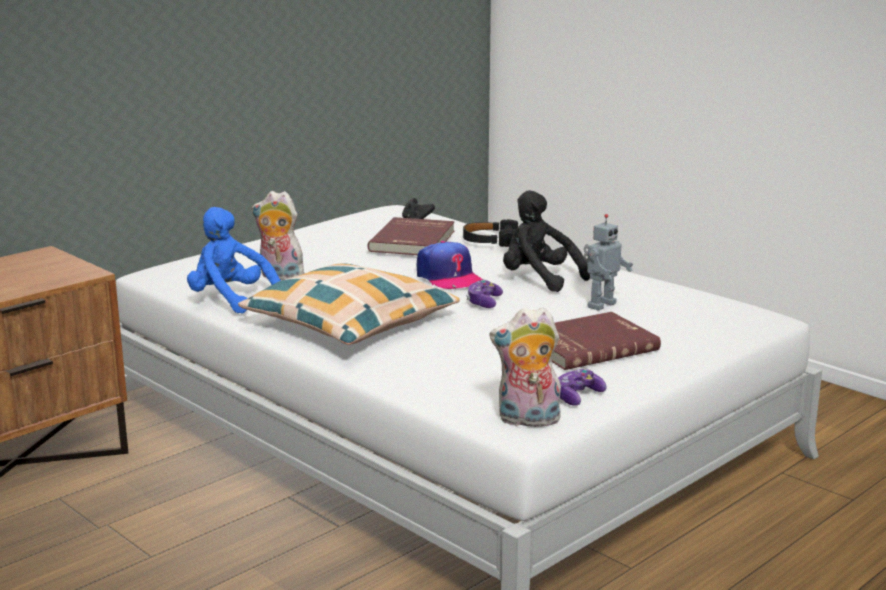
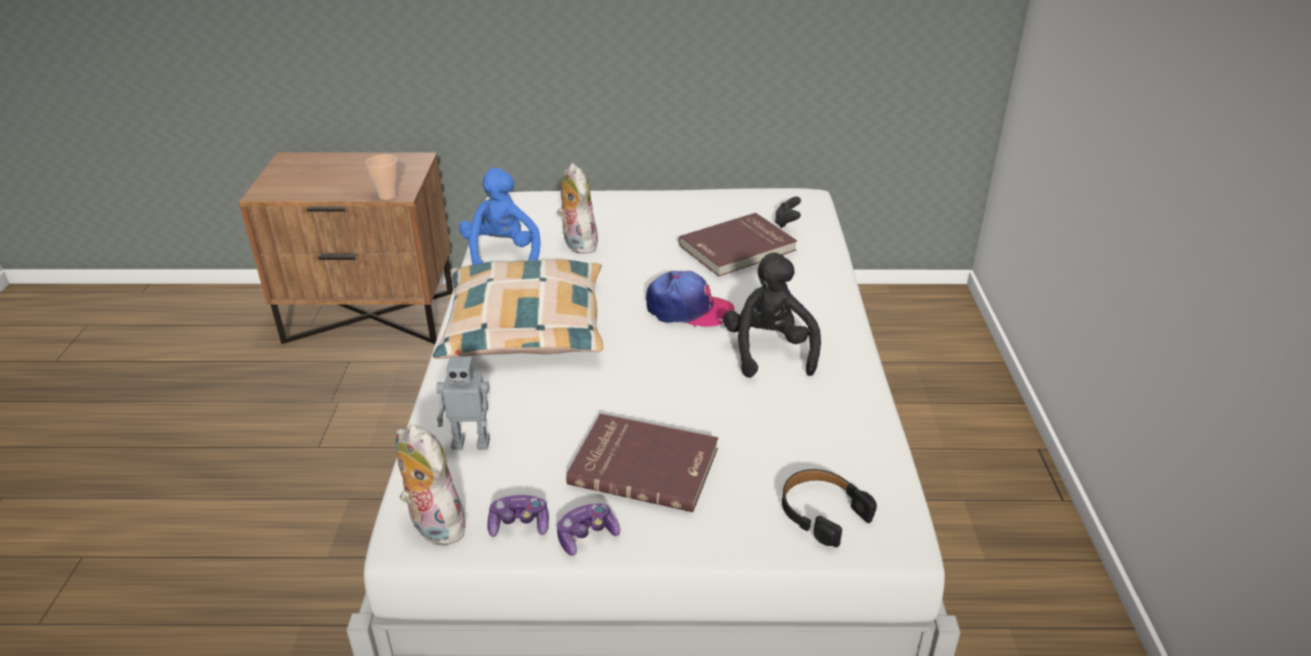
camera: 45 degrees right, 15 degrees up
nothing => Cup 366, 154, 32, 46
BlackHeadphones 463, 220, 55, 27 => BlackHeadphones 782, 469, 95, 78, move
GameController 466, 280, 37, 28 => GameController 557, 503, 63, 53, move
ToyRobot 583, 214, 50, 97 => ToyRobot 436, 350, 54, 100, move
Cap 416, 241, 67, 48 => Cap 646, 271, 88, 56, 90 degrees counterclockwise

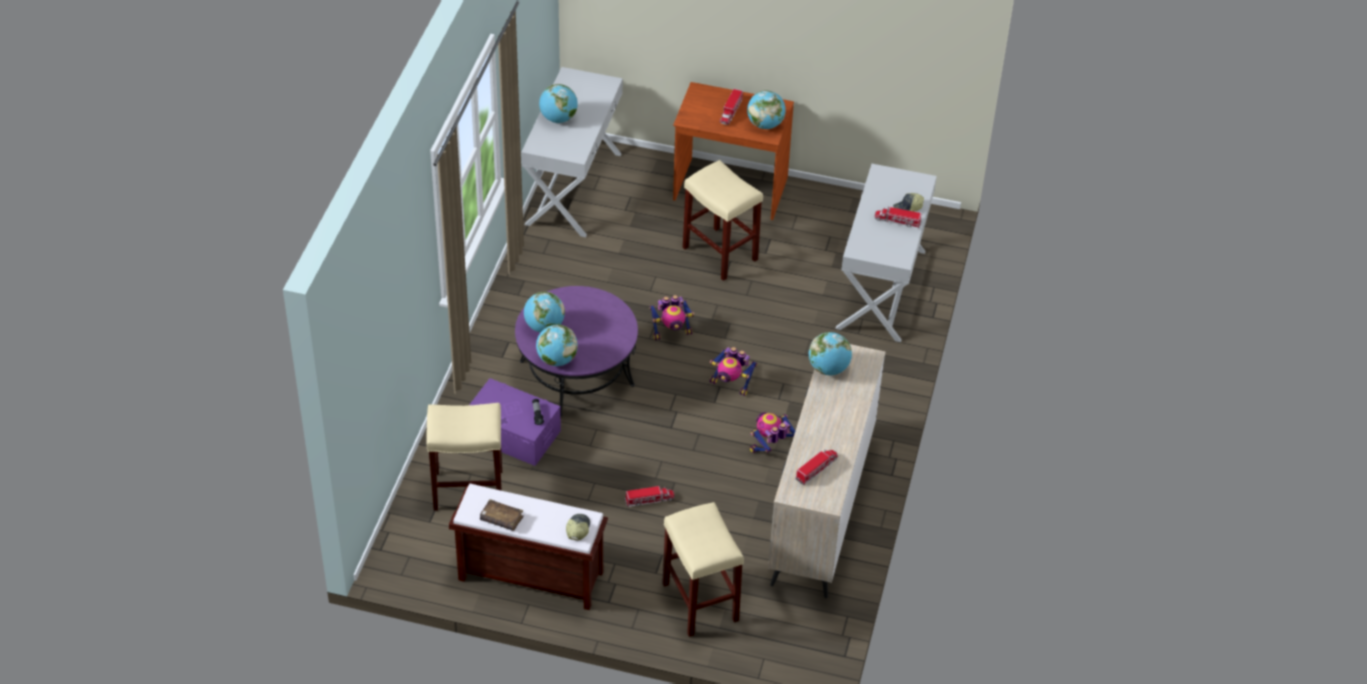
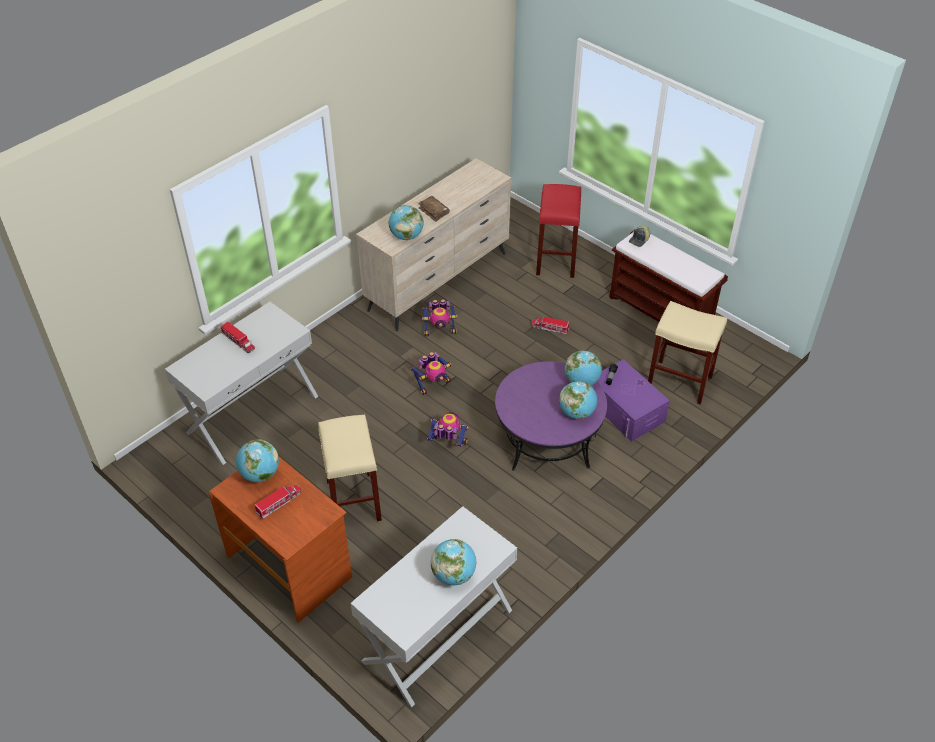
camera: 150 degrees left, 0 degrees up
ToyTruck 796, 450, 42, 35 => nothing
Cap 893, 193, 31, 19 => nothing
BrownBook 480, 499, 44, 32 => BrownBook 418, 196, 32, 26, move
BeigeStool 662, 502, 82, 135 => RedStool 536, 184, 45, 94
ToyRobot 710, 347, 47, 49 => ToyRobot 410, 352, 41, 43, 90 degrees clockwise

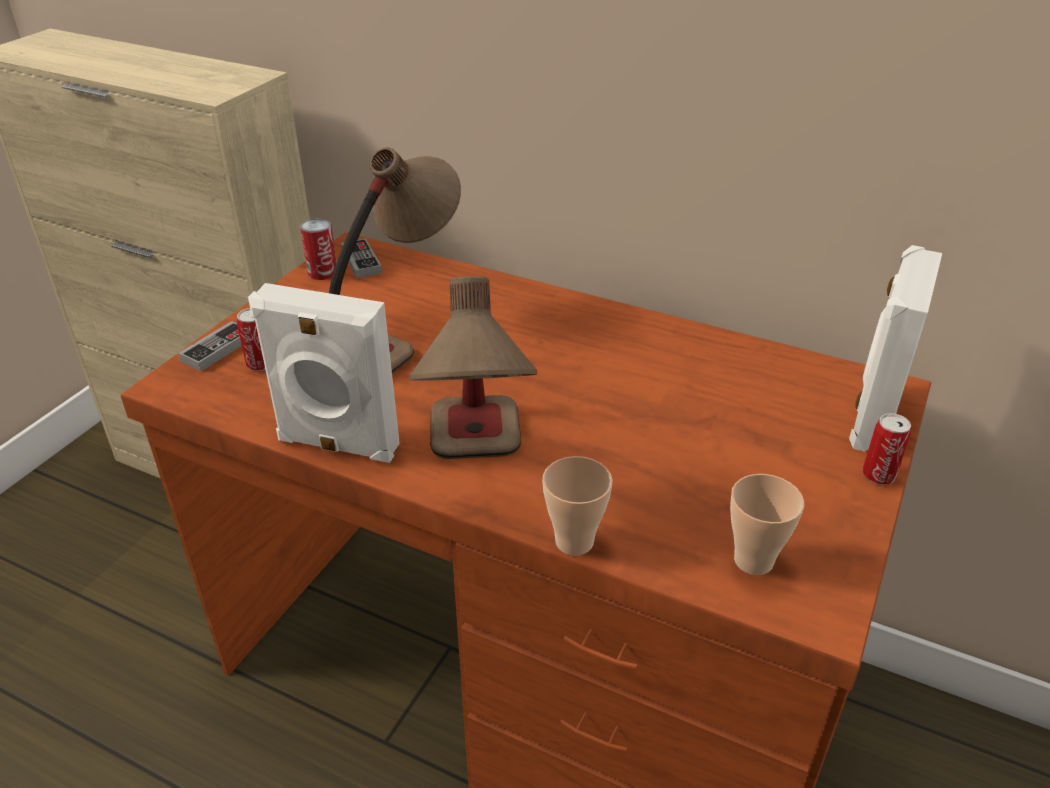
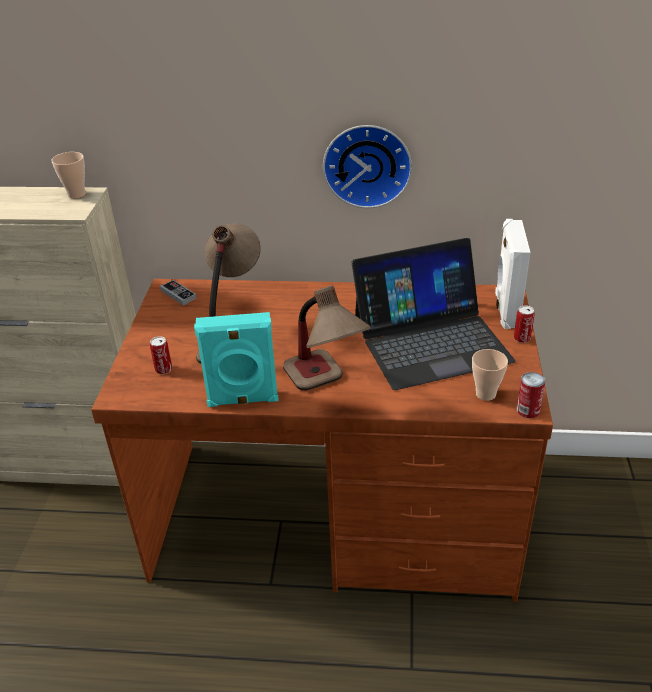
camera: 20 degrees left, 0 degrees up
GameController 178, 321, 64, 50 => nothing
nothing => WallClock 323, 125, 89, 83
nothing => Laptop 351, 238, 164, 152
Can 300, 218, 37, 62 => Can 516, 372, 29, 46, move
Cup 542, 456, 70, 100 => Cup 52, 152, 34, 47, move
WhiteSpeaker 248, 283, 152, 180 => TurquoiseSpeaker 194, 312, 85, 95

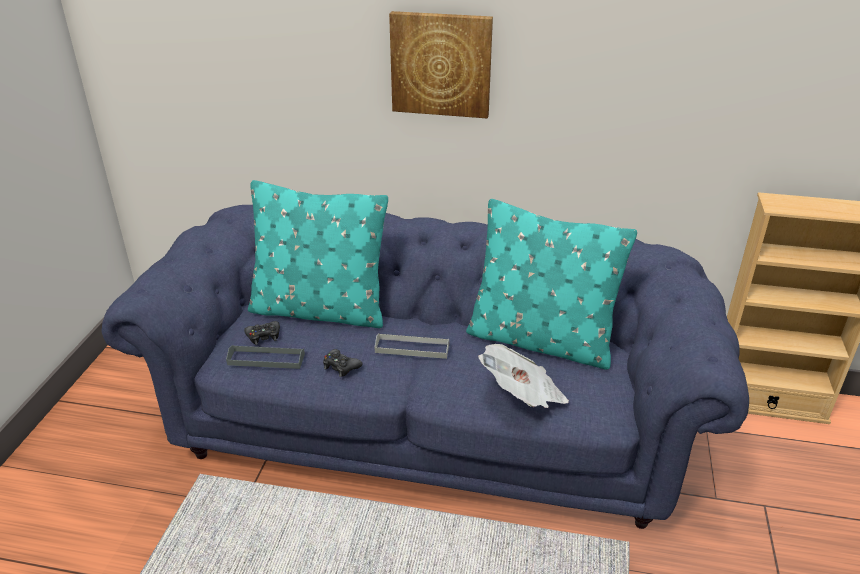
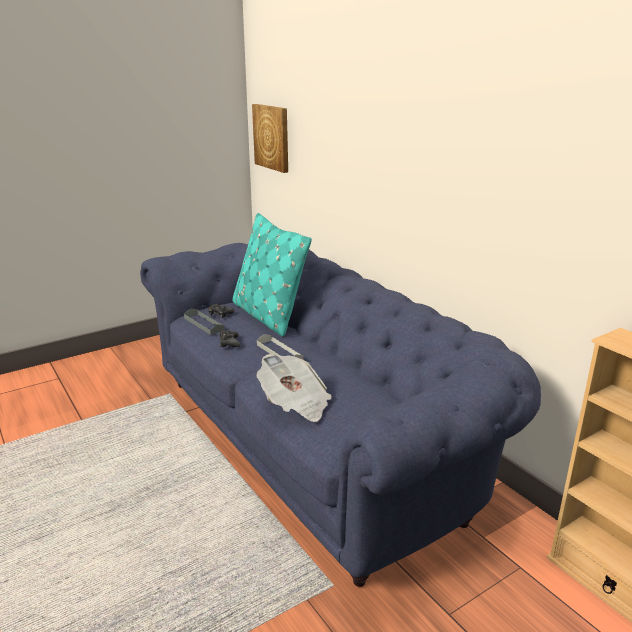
camera: 45 degrees right, 10 degrees down
TurquoisePillow 466, 199, 171, 171 => nothing
Picture 389, 11, 104, 107 => Picture 252, 104, 36, 69, move

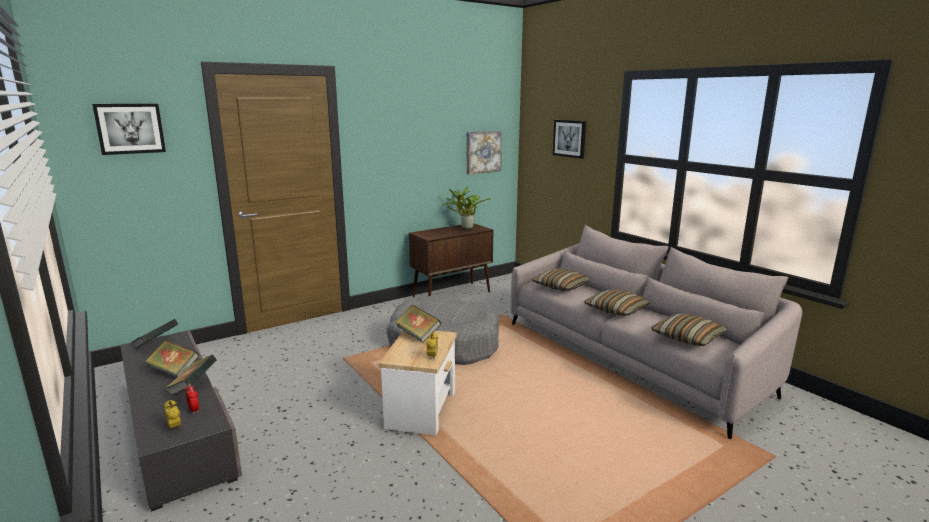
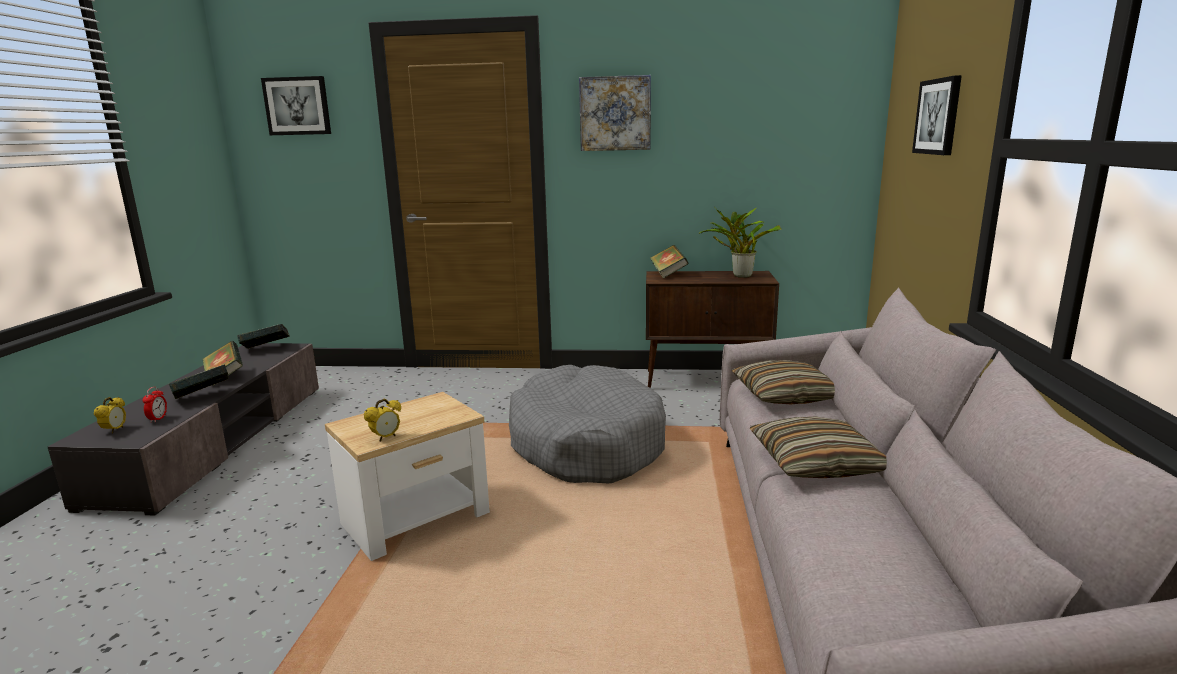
camera: 40 degrees right, 0 degrees up
Pillow 651, 313, 76, 33 => nothing
Book 395, 305, 46, 38 => Book 650, 245, 39, 34, move
Picture 466, 130, 36, 44 => Picture 579, 75, 72, 76, move

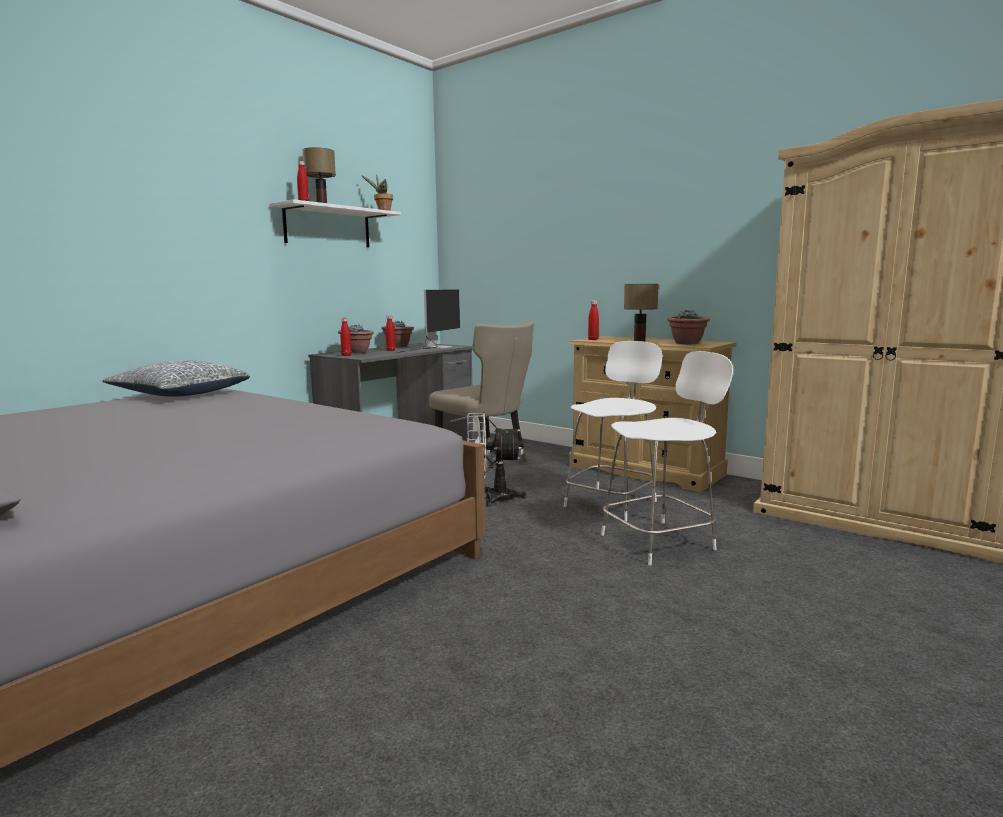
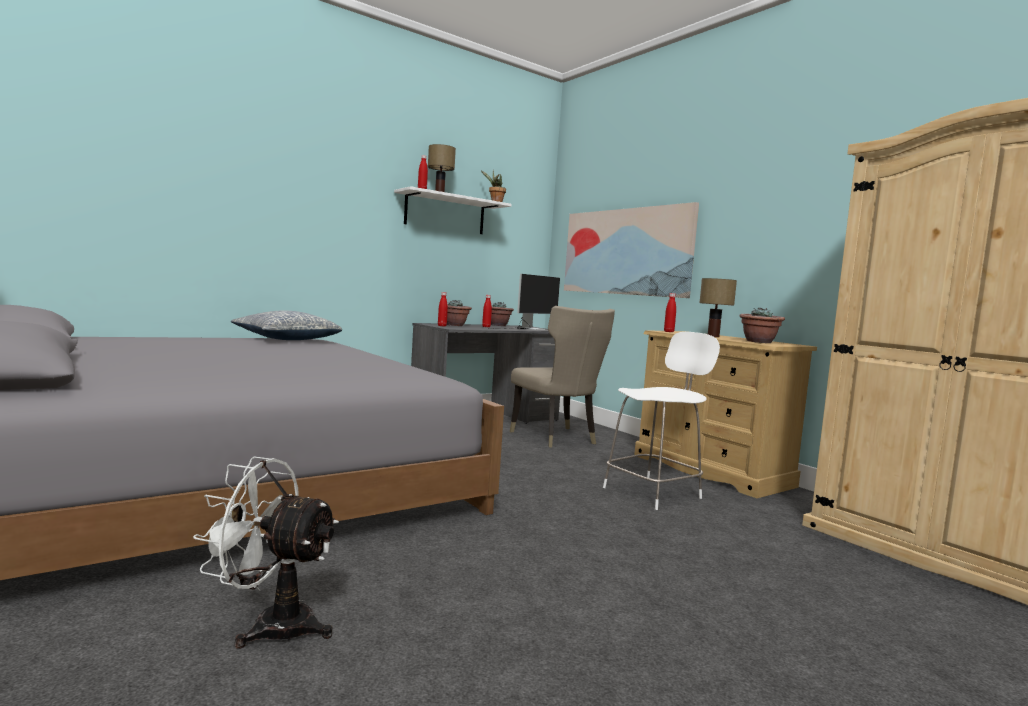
camera: 15 degrees right, 5 degrees down
WhiteChair 601, 351, 132, 215 => nothing
nothing => Picture 564, 202, 135, 96
WhiteFan 467, 412, 59, 95 => WhiteFan 193, 457, 146, 192, move

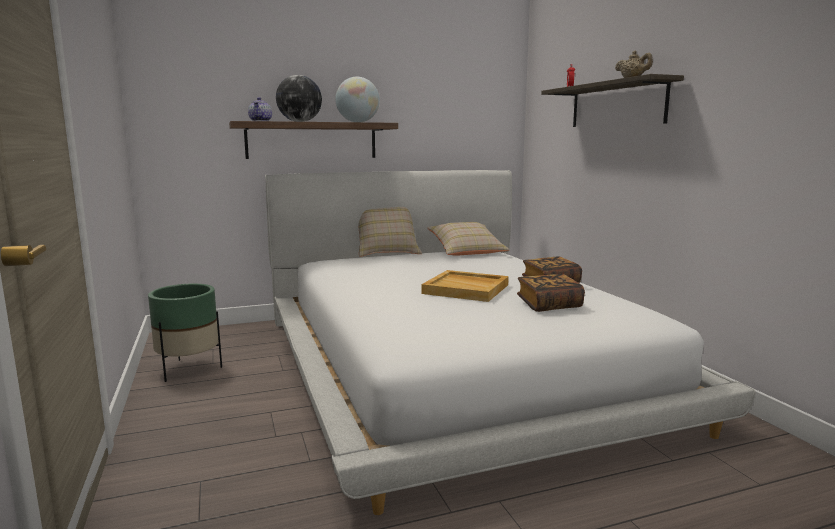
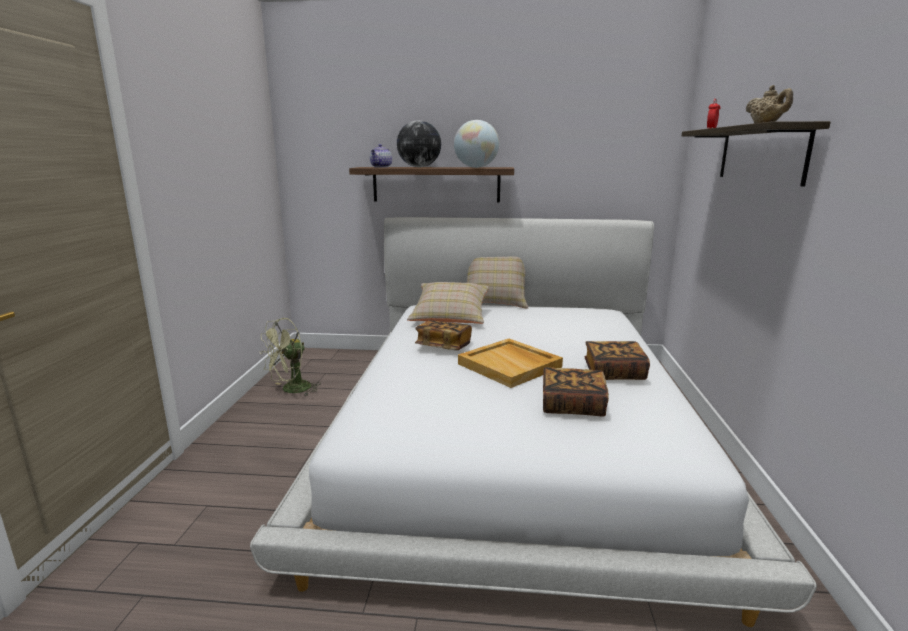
camera: 25 degrees right, 5 degrees up
nothing => Book 415, 320, 57, 30
BeigePillow 427, 222, 82, 33 => BeigePillow 407, 282, 82, 42, move
GreenPlanter 148, 284, 74, 98 => GreenFan 260, 318, 61, 78

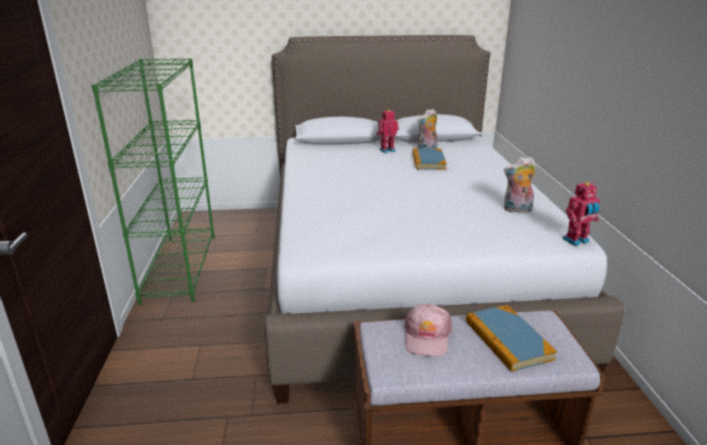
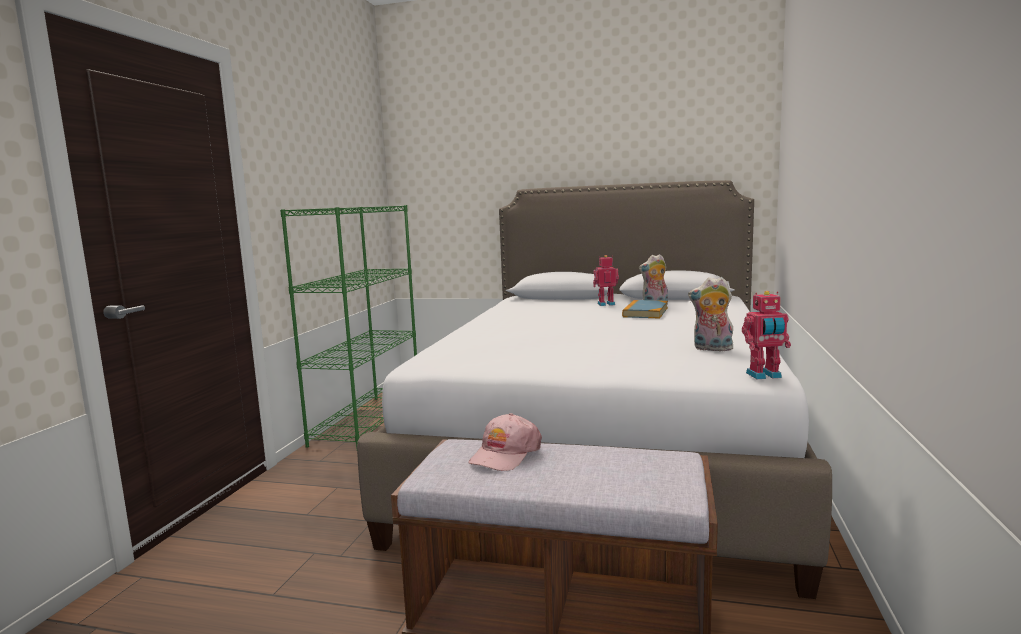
camera: 20 degrees right, 15 degrees down
Book 466, 305, 91, 67 => nothing

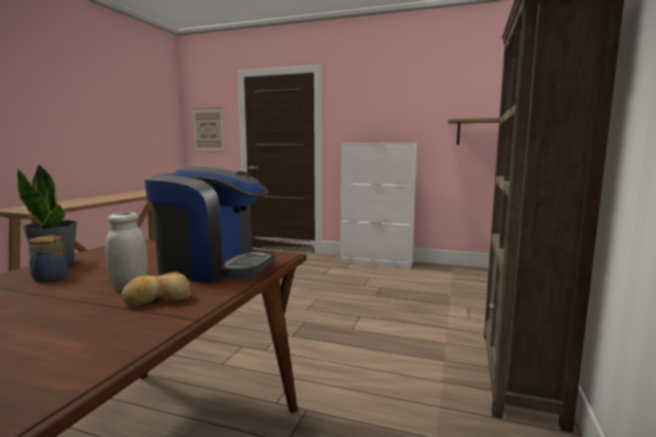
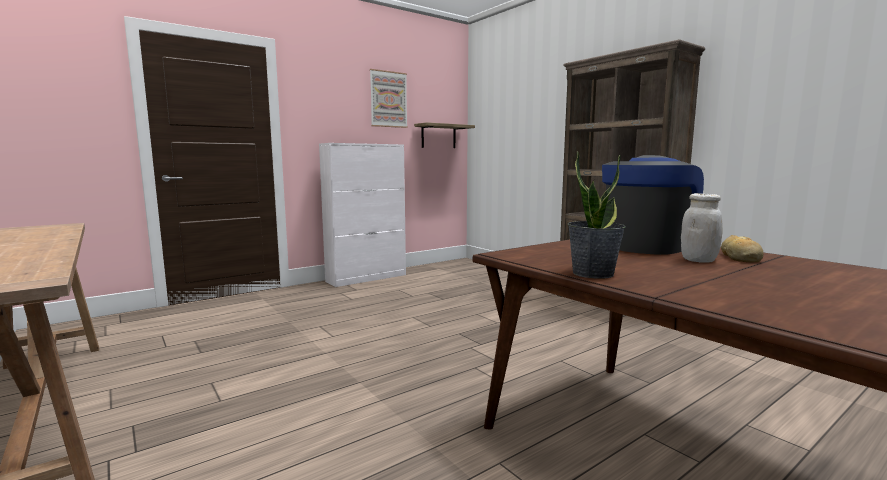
camera: 55 degrees left, 0 degrees up
Jar 27, 235, 41, 47 => nothing
Picture 193, 108, 31, 44 => Picture 370, 69, 38, 59, move

